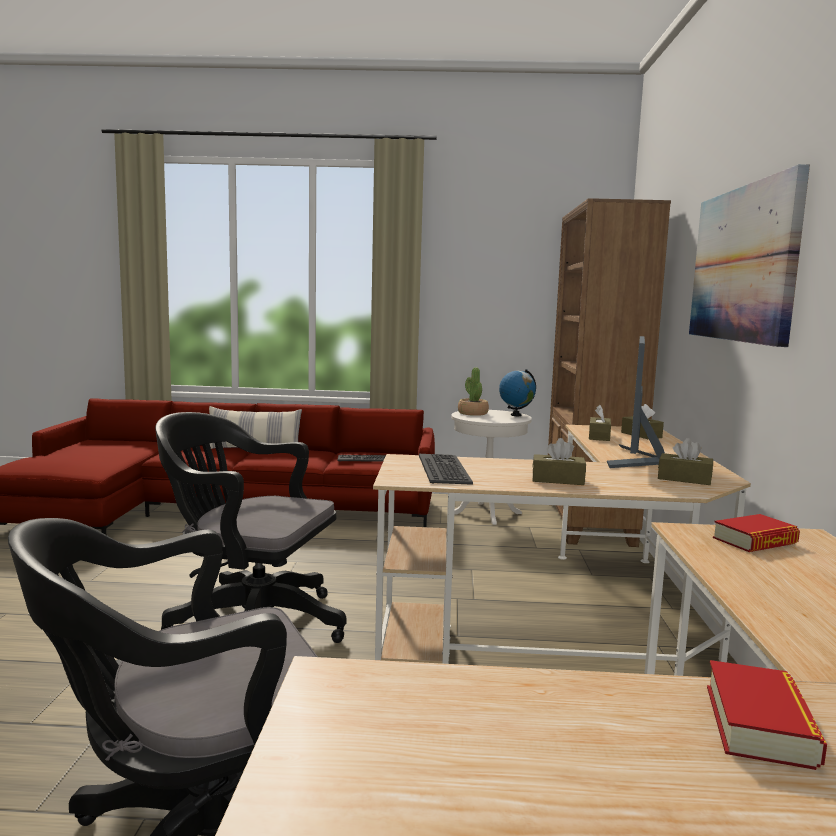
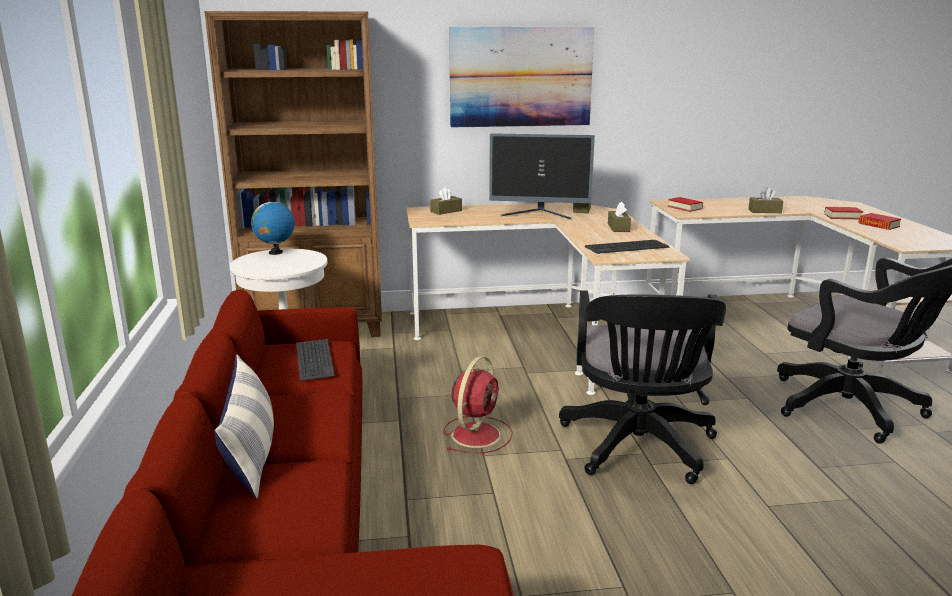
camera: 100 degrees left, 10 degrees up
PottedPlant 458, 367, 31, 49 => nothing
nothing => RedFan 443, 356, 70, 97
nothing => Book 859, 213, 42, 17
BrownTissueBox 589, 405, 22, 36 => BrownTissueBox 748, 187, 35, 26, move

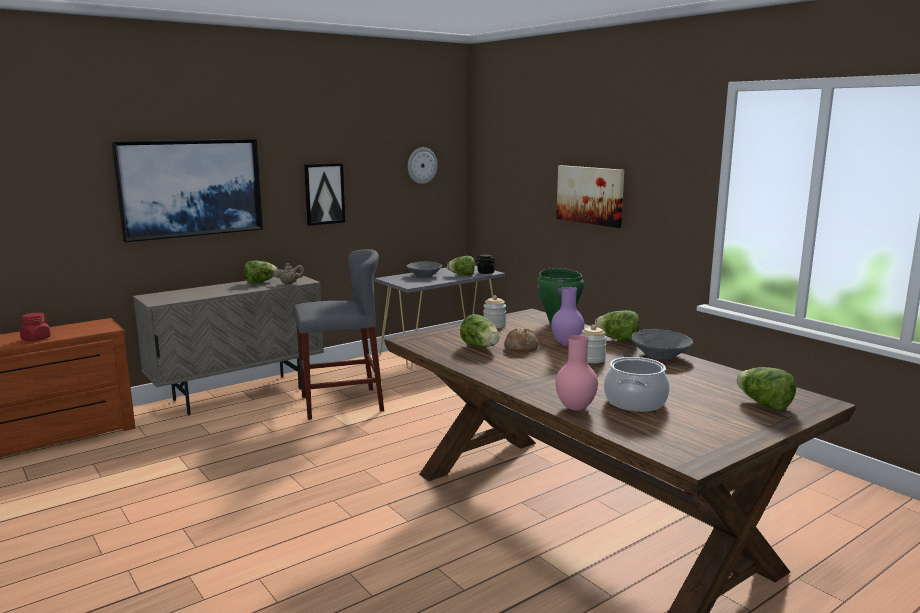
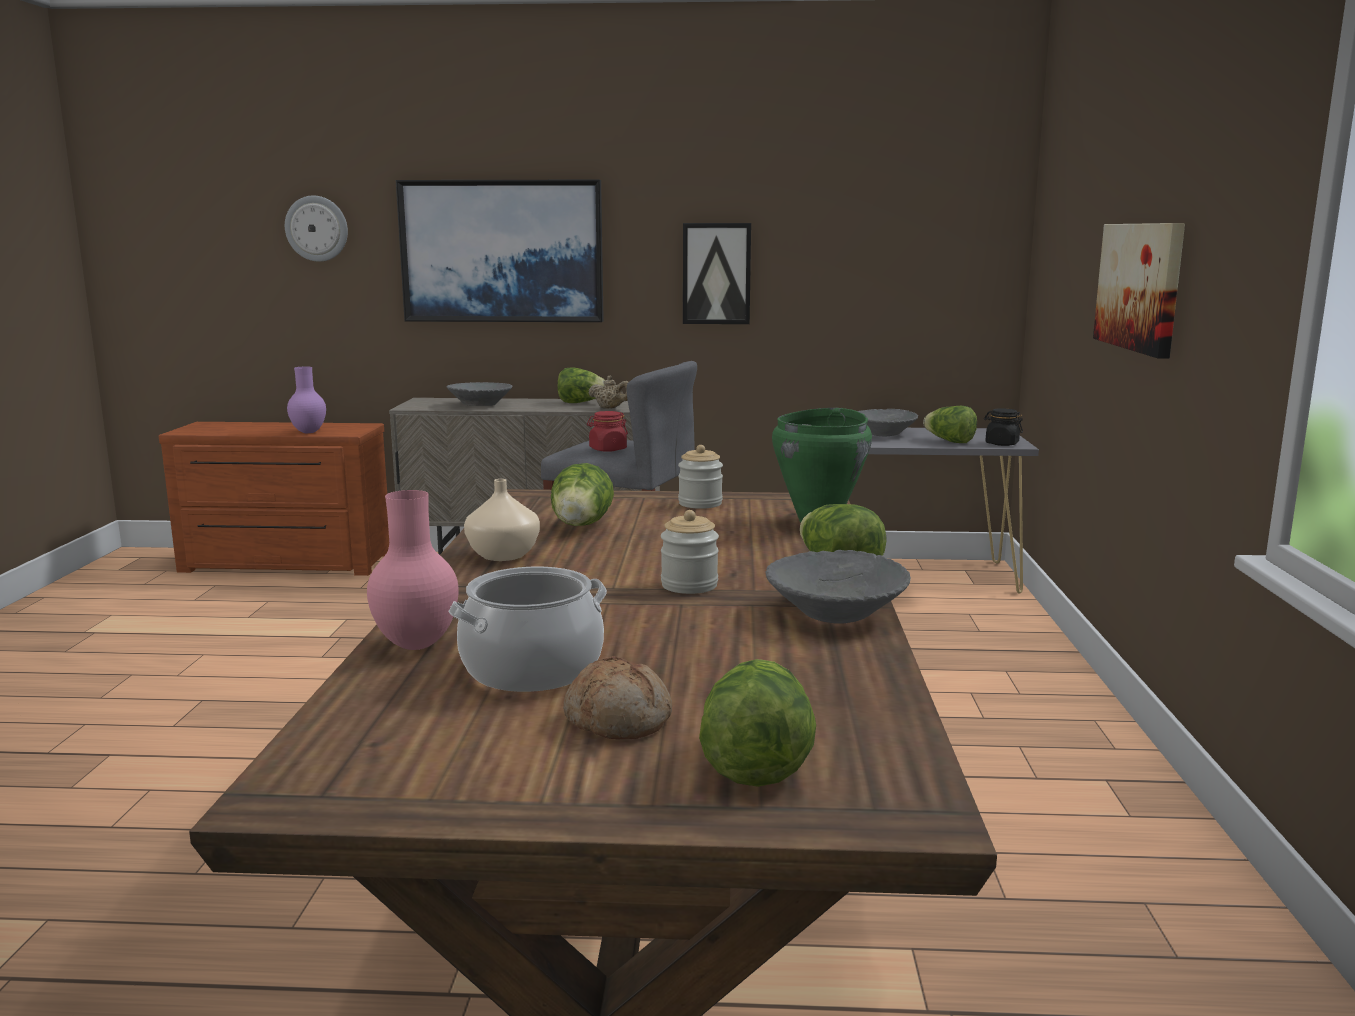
camera: 40 degrees right, 0 degrees up
nothing => GreyBowl 447, 382, 65, 24
nothing => BeigeVase 464, 479, 76, 82
RedJar 19, 313, 32, 28 => RedJar 587, 411, 41, 41, move
WallClock 408, 147, 30, 37 => WallClock 285, 196, 63, 66, move
Bread 504, 329, 34, 22 => Bread 563, 656, 109, 83, move
PurpleVase 551, 287, 33, 59 => PurpleVase 287, 366, 39, 67, move

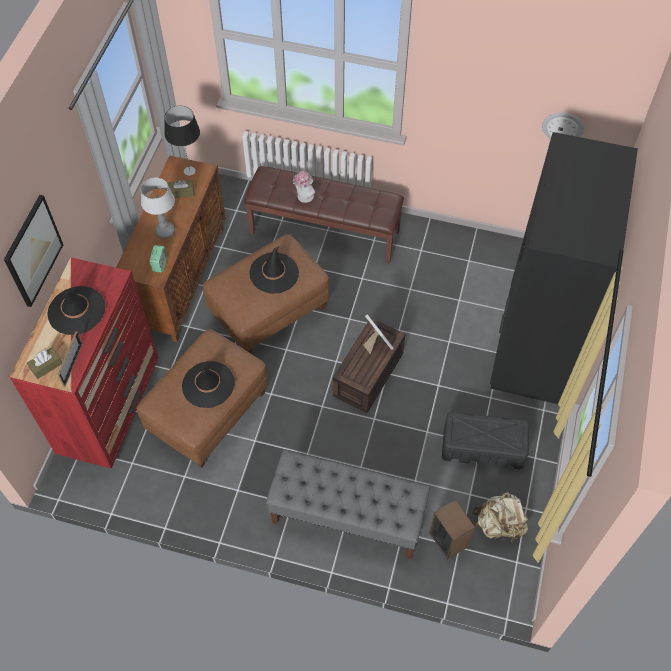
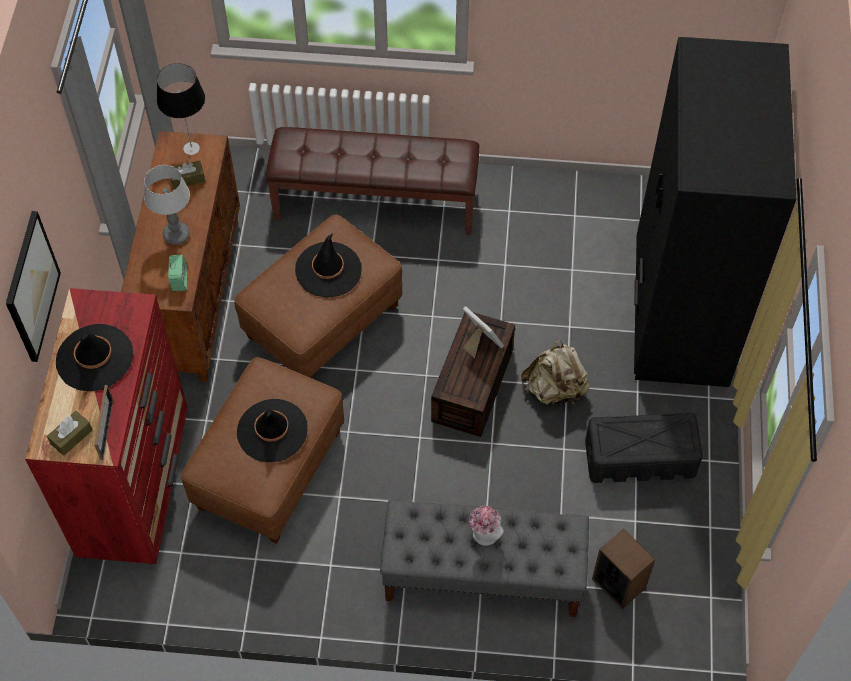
camera: 10 degrees left, 0 degrees up
WallClock 542, 113, 42, 26 => nothing
Hat 293, 171, 22, 32 => Hat 469, 506, 35, 40, move
BeigeBackpack 473, 492, 55, 51 => BeigeBackpack 521, 340, 69, 66, move

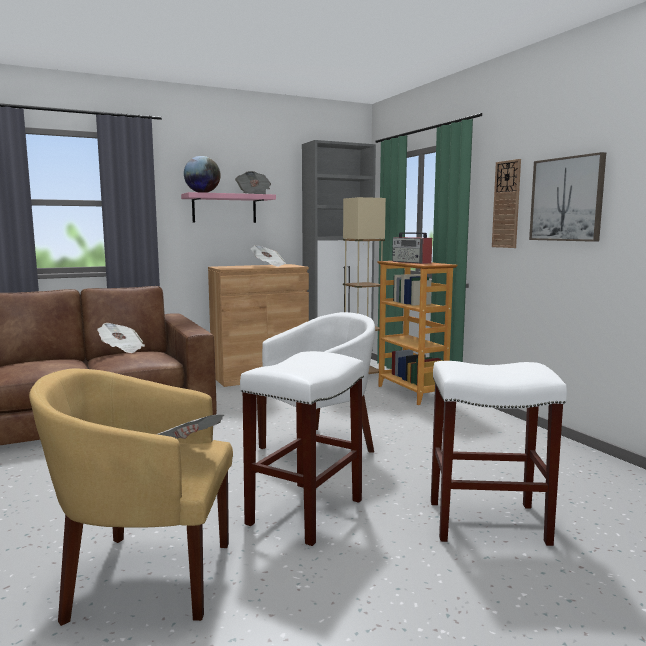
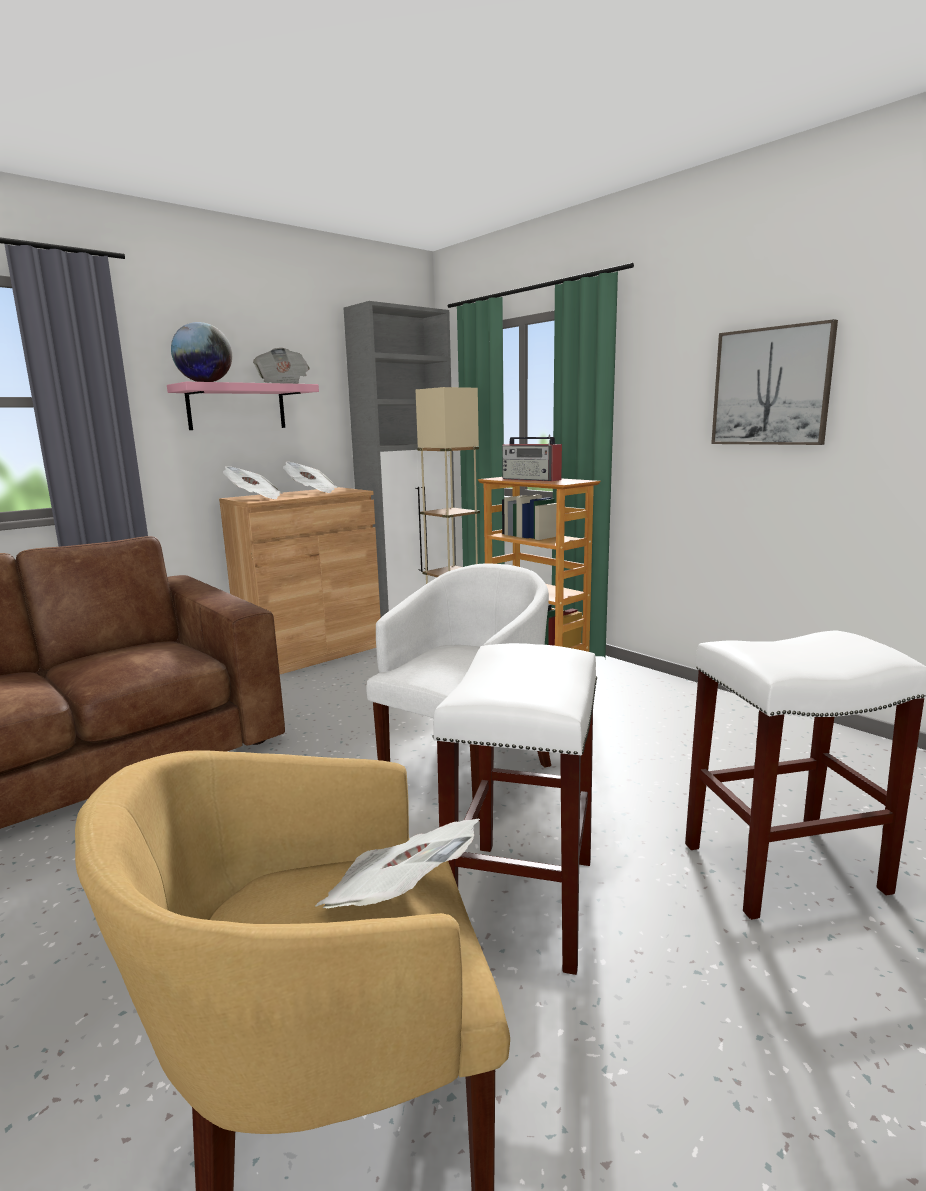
camera: 15 degrees left, 5 degrees up
WallClock 492, 159, 29, 89 => nothing
Newspaper 97, 323, 48, 30 => Newspaper 223, 466, 60, 33, move

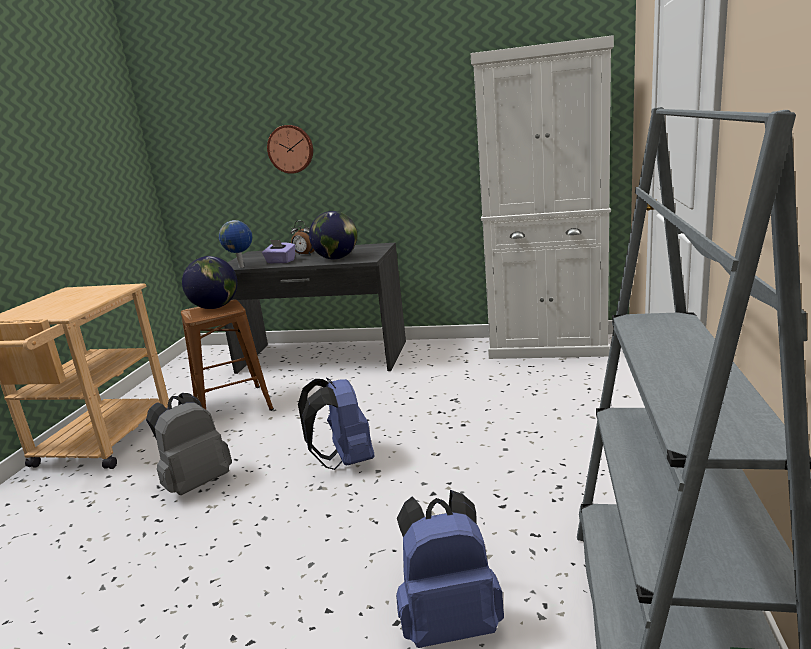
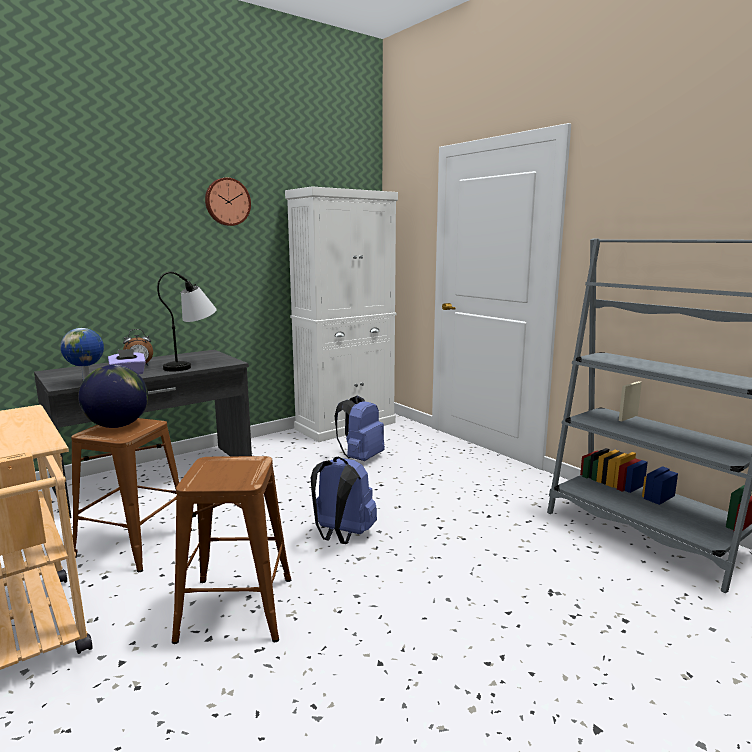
camera: 50 degrees left, 5 degrees down
WallClock 267, 125, 46, 49 => WallClock 205, 177, 46, 49, move
BlueBackpack 396, 490, 108, 158 => BlueBackpack 335, 396, 50, 65, move
GreyBackpack 146, 393, 86, 102 => BrownStool 172, 456, 119, 188
Globe 309, 211, 48, 48 => TableLamp 157, 272, 60, 99

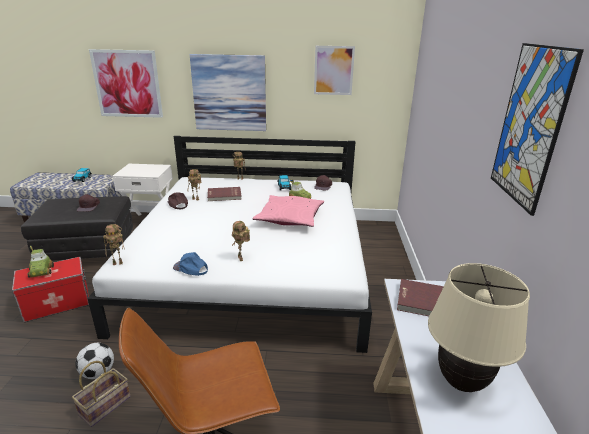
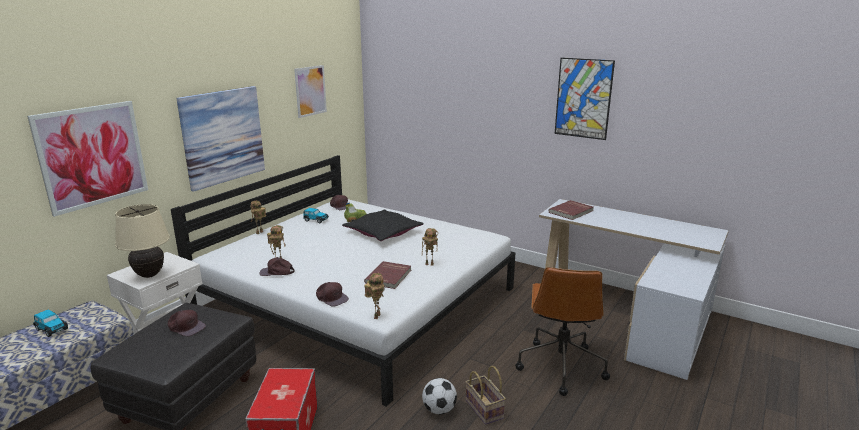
camera: 60 degrees left, 5 degrees down
ToyCar 27, 245, 27, 33 => nothing
BlueCap 173, 252, 35, 24 => nothing
nothing => BrownCap 316, 282, 33, 25
RedBook 207, 187, 35, 14 => RedBook 364, 261, 47, 28, move
BeigeTableLamp 428, 263, 102, 129 => BeigeTableLamp 115, 204, 55, 74, move
PinkPillow 252, 195, 72, 32 => BlackPillow 342, 210, 82, 31

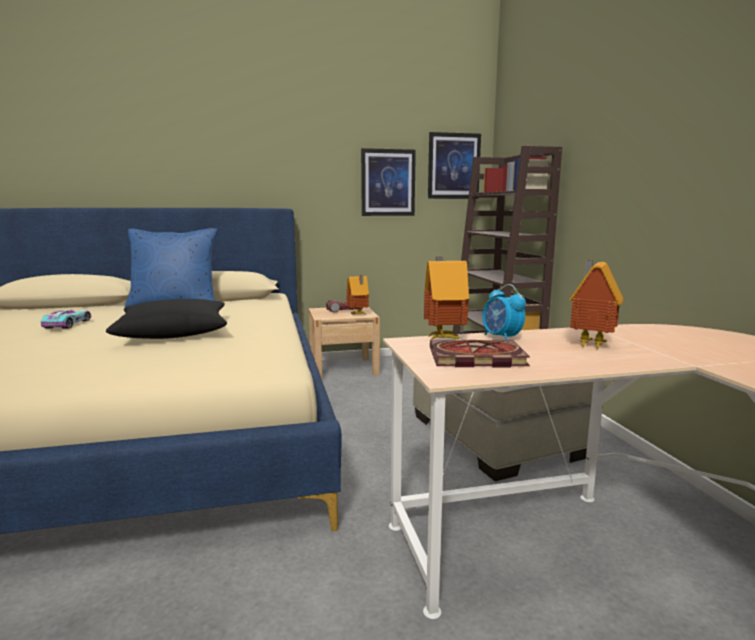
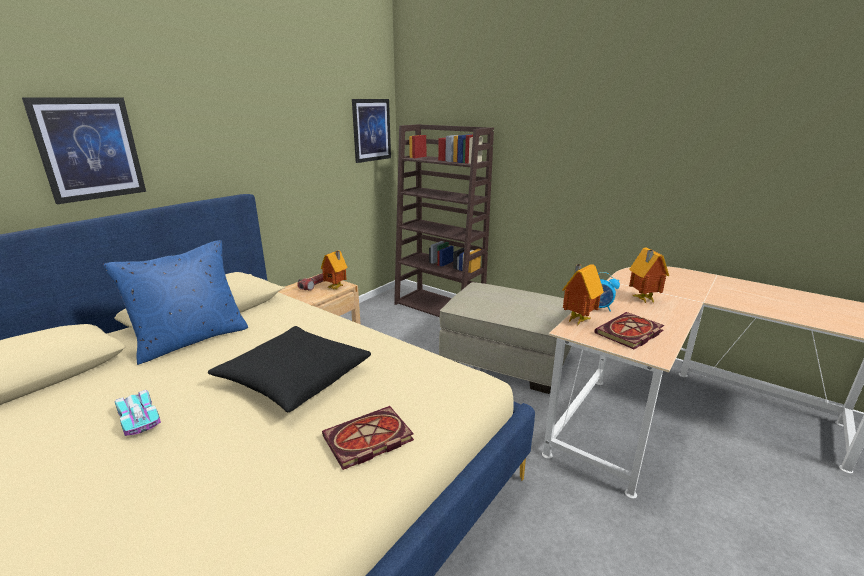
camera: 40 degrees left, 10 degrees up
nothing => Book 322, 406, 92, 64
Picture 361, 148, 55, 68 => Picture 22, 97, 124, 107, move

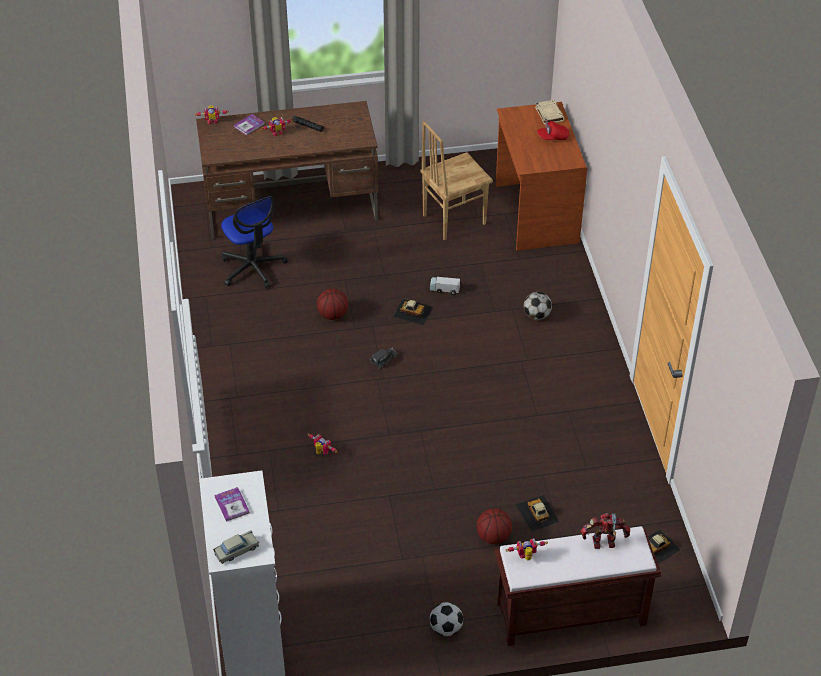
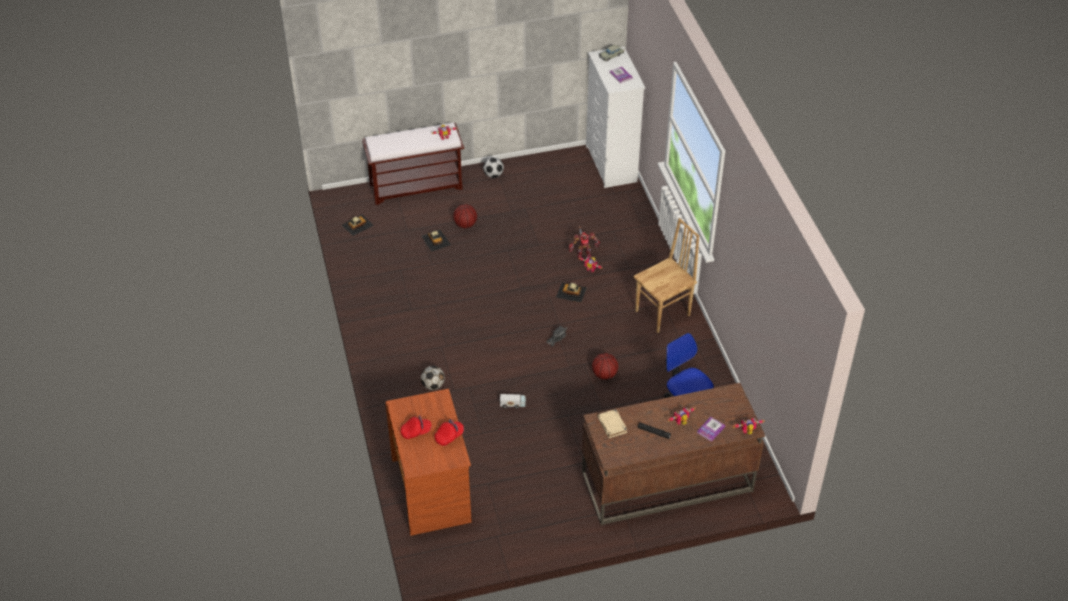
camera: 175 degrees right, 0 degrees up
nothing => RedCap 434, 419, 30, 27
ToyCar 393, 299, 40, 26 => ToyCar 556, 282, 31, 21, move
BrownChair 420, 121, 73, 119 => BrownChair 634, 218, 65, 115, move
BeigeBook 535, 100, 30, 25 => BeigeBook 597, 409, 30, 29, move
ToyRobot 580, 513, 50, 36 => ToyRobot 569, 226, 31, 34, move

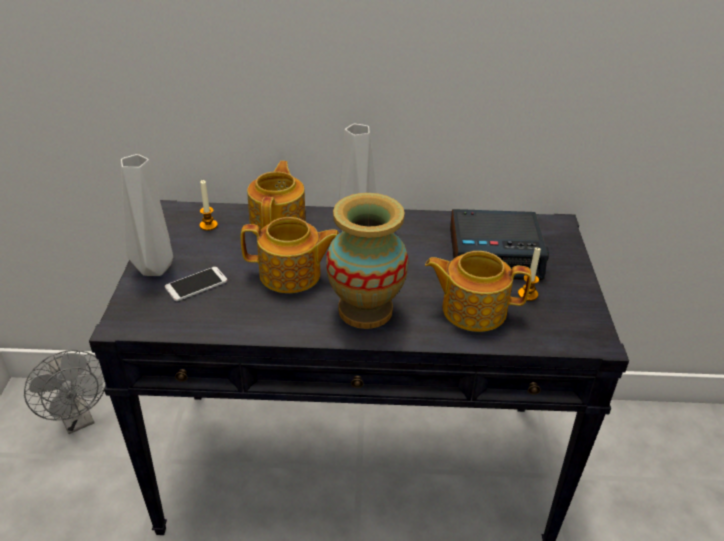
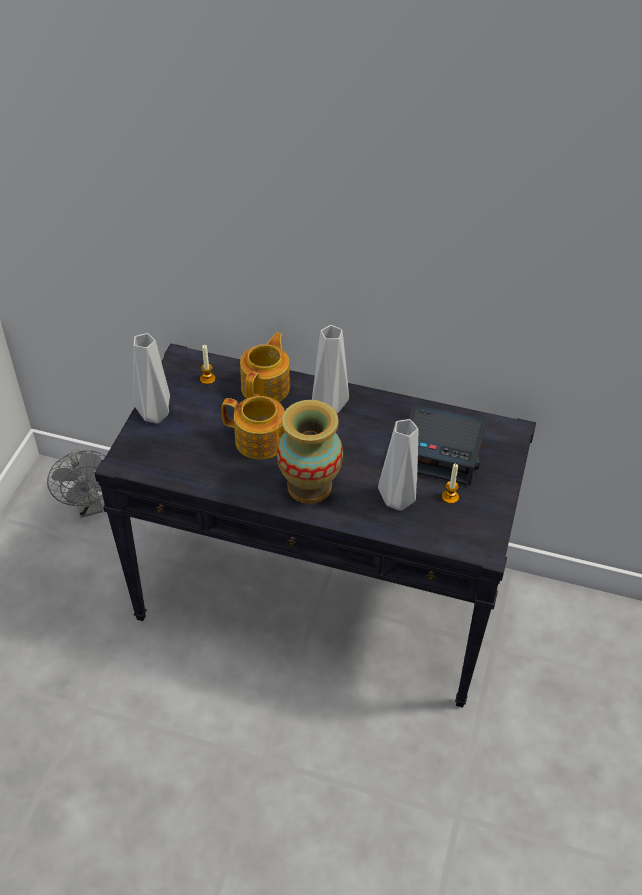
camera: 15 degrees right, 10 degrees up
Phone 165, 267, 62, 34 => nothing
Teapot 425, 251, 107, 81 => GreyVase 378, 419, 40, 92

